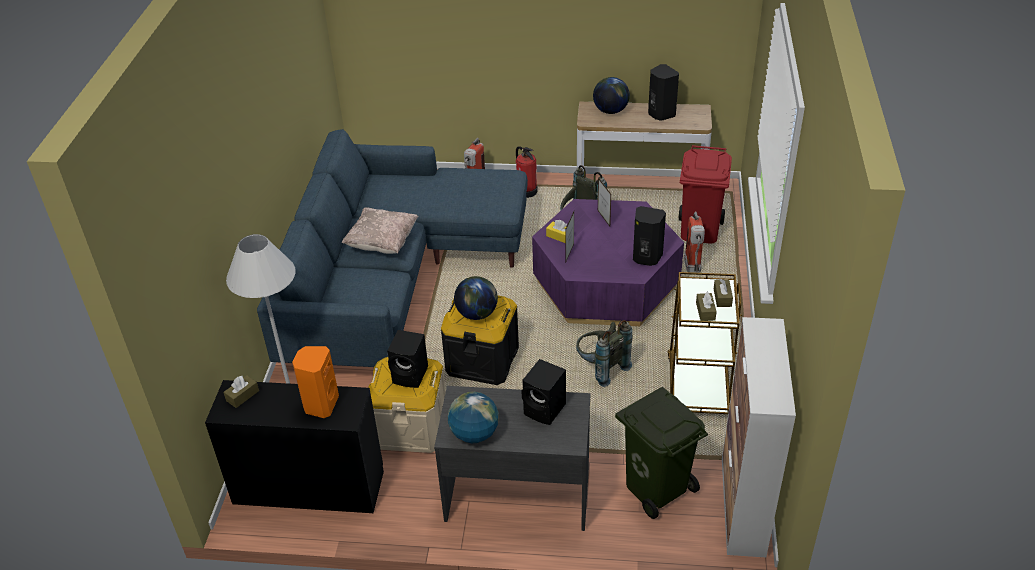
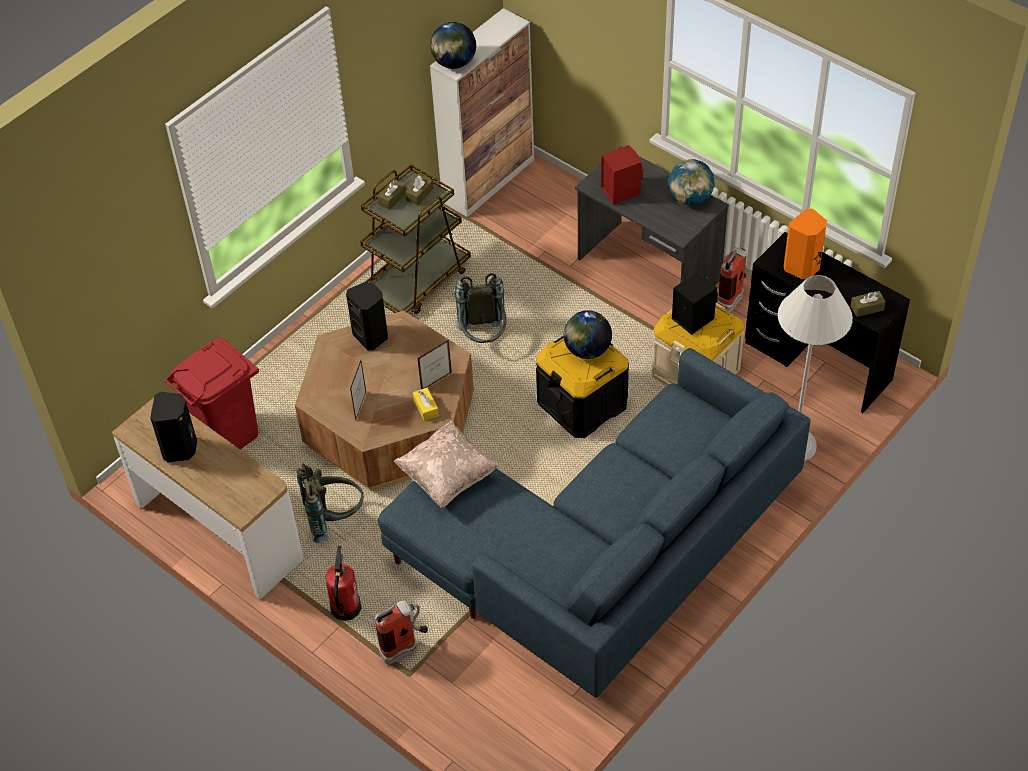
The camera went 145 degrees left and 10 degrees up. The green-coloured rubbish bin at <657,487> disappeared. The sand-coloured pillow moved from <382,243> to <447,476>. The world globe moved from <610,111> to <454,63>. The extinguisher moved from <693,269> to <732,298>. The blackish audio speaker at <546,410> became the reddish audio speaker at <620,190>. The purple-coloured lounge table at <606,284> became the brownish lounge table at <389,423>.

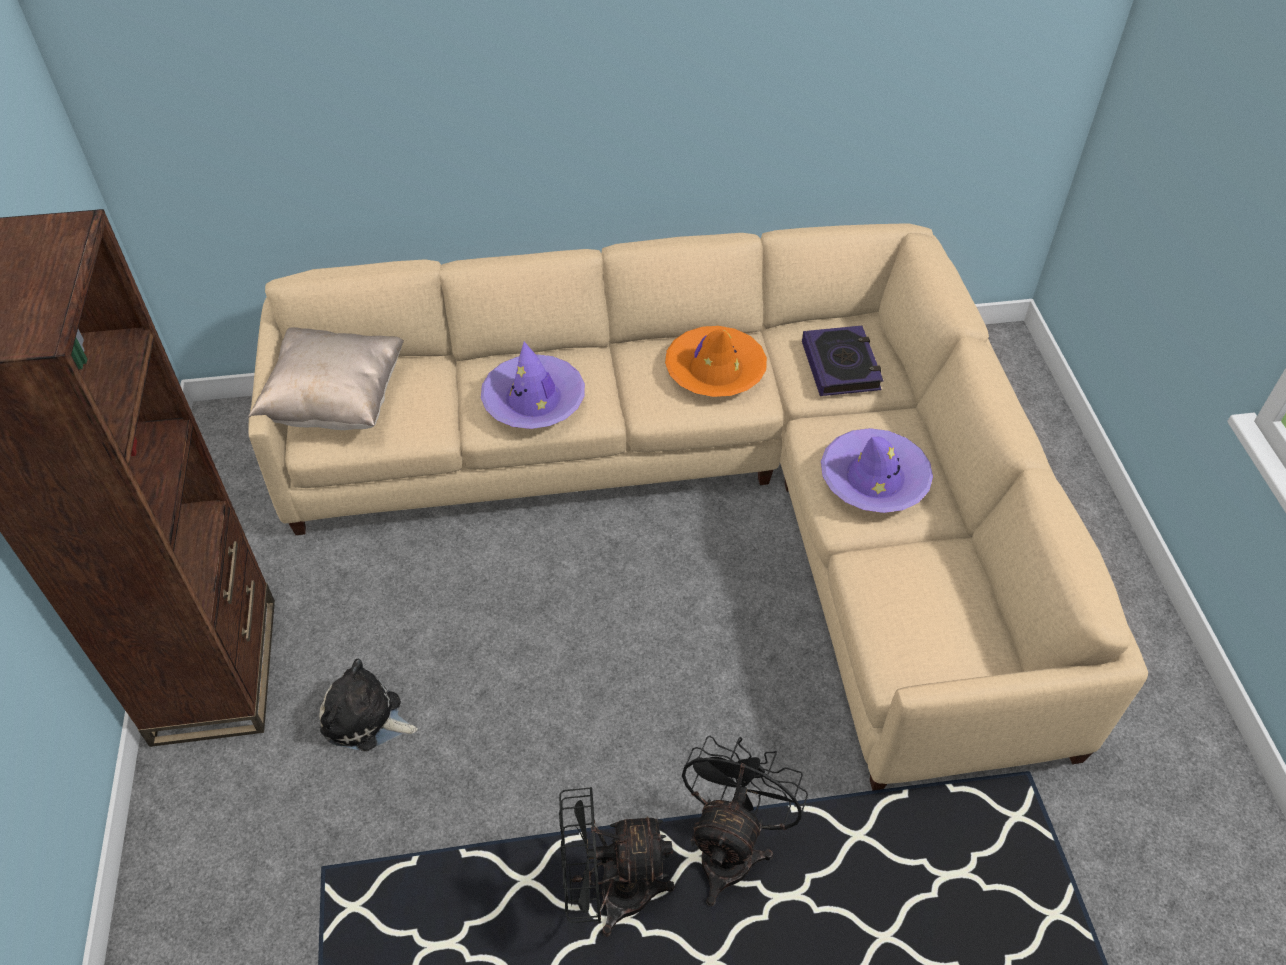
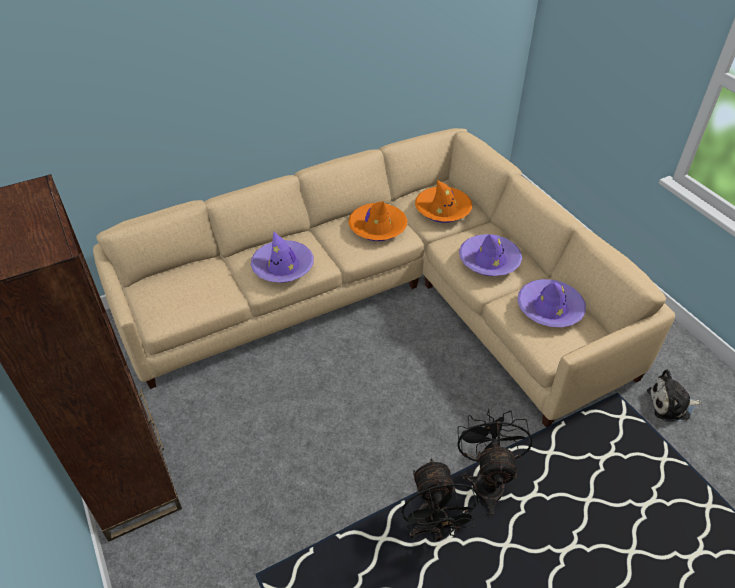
The camera went 20 degrees left and 5 degrees down. The sand-coloured pillow at <336,402> disappeared. The purple-coloured clothing hat at <549,309> appeared. The soft toy moved from <366,719> to <671,405>. The volume at <841,366> was replaced by the orangey clothing hat at <443,210>. The blackish fan at <610,893> turned 75 degrees counterclockwise.

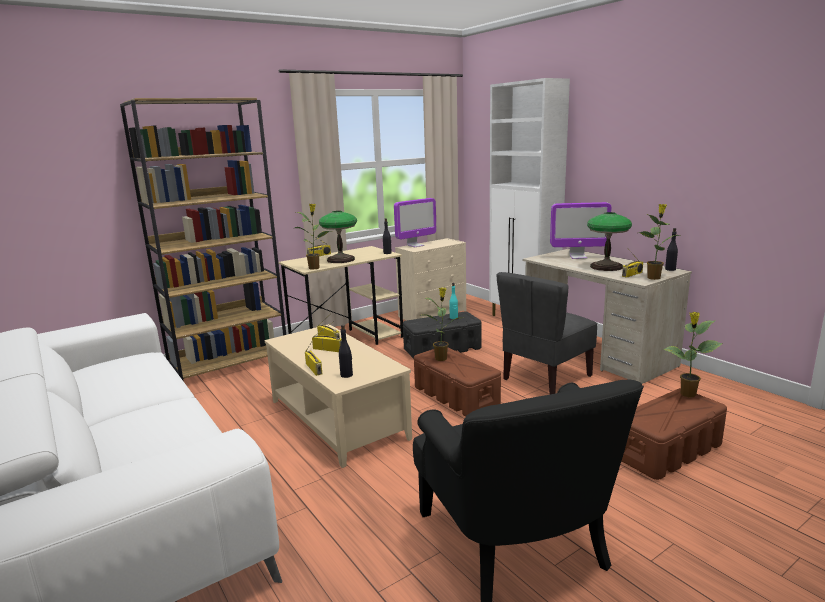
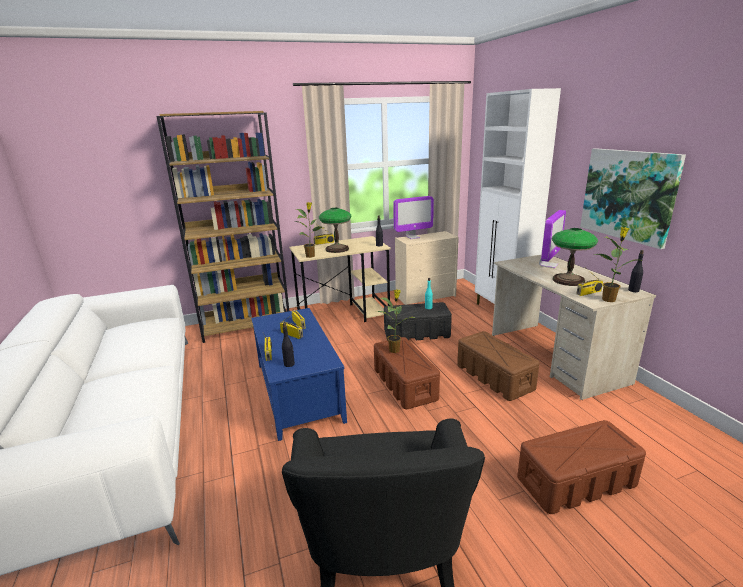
The camera went 15 degrees right and 5 degrees up. The houseplant at <687,394> disappeared. The picture at <628,195> appeared. The greyish plain chair at <545,377> was replaced by the brownish storage box at <494,377>. The sand-coloured lounge table at <336,419> became the blue lounge table at <297,391>. The monitor at <578,257> turned 75 degrees counterclockwise.

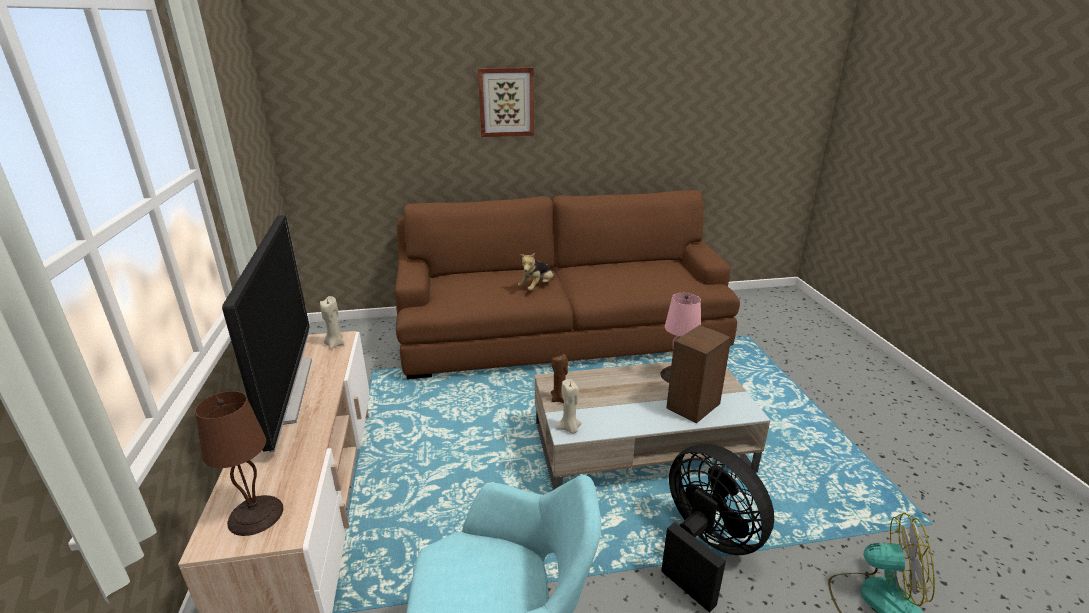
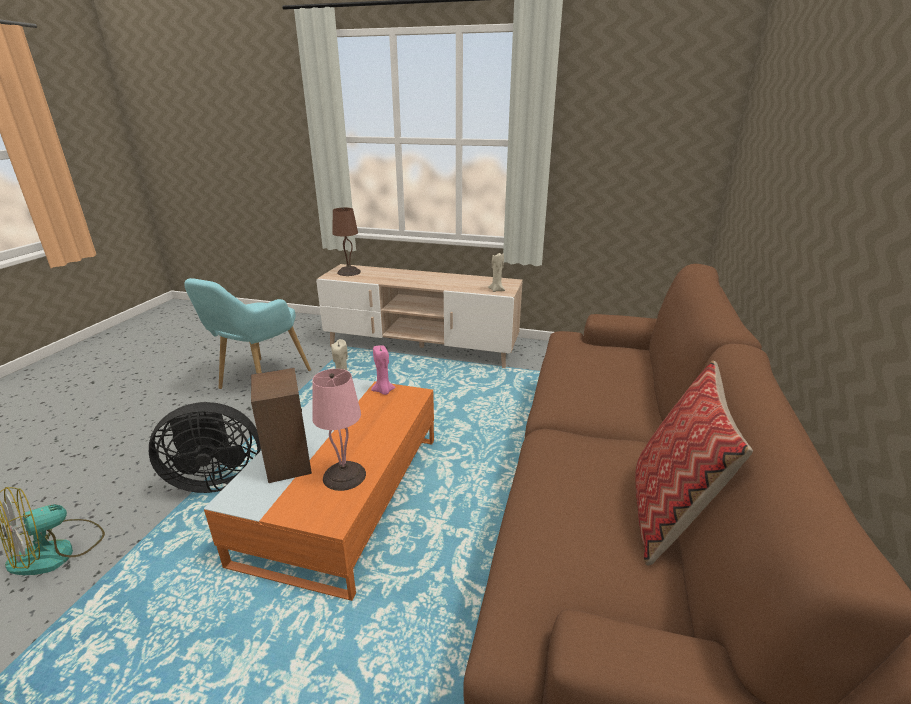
The camera went 115 degrees right and 0 degrees up. The television at <286,391> disappeared. The picture at <506,102> disappeared. The soft toy at <537,287> disappeared. The pillow at <667,513> appeared. The sand-coloured lounge table at <640,447> became the orangey lounge table at <345,495>. The brownish candle at <559,399> became the pink candle at <383,391>.

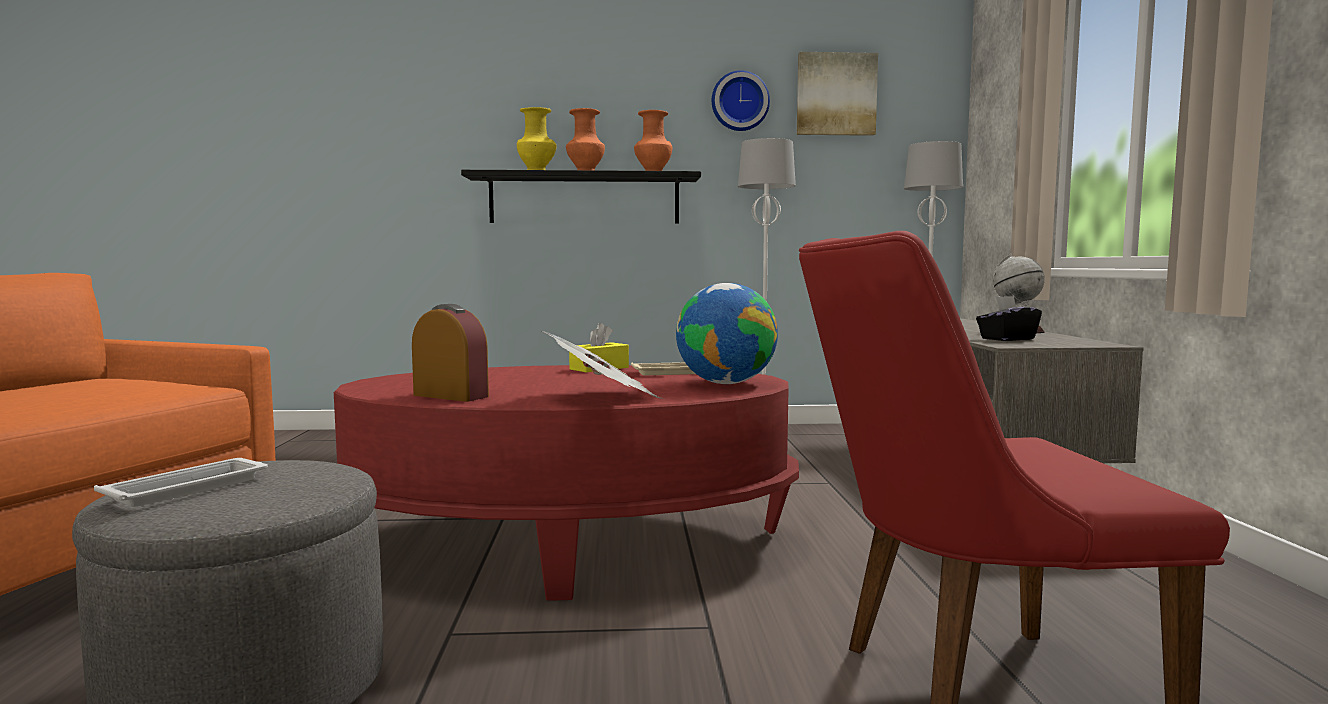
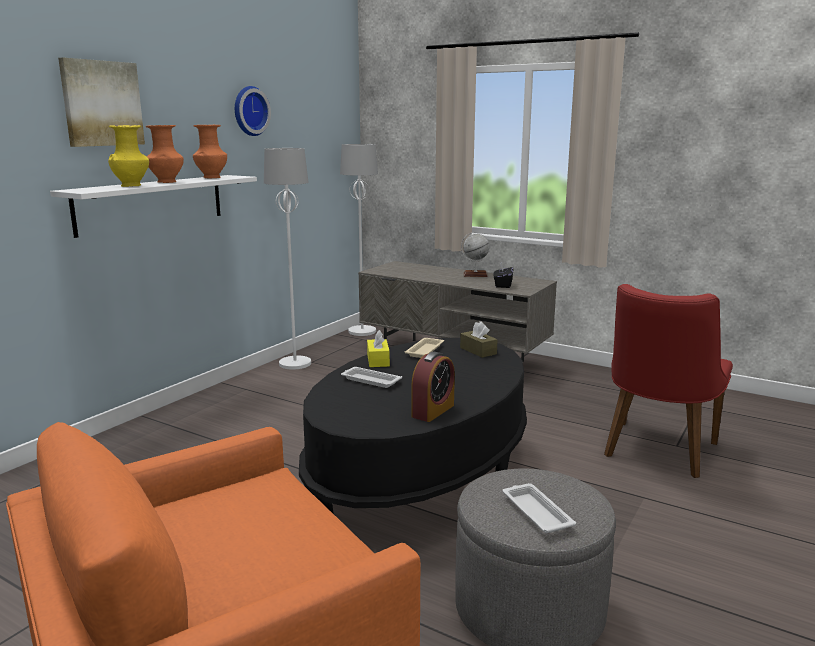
The camera went 55 degrees left and 10 degrees up. The printed paper at <604,397> disappeared. The white tray at <370,380> appeared. The picture moved from <836,94> to <101,103>. The world globe at <725,383> was replaced by the brownish tissue holder at <478,351>. The reddish lounge table at <569,543> became the blackish lounge table at <421,476>. The blackish wall shelf at <584,199> became the white wall shelf at <152,203>. The bedside clock at <451,396> turned 150 degrees clockwise.

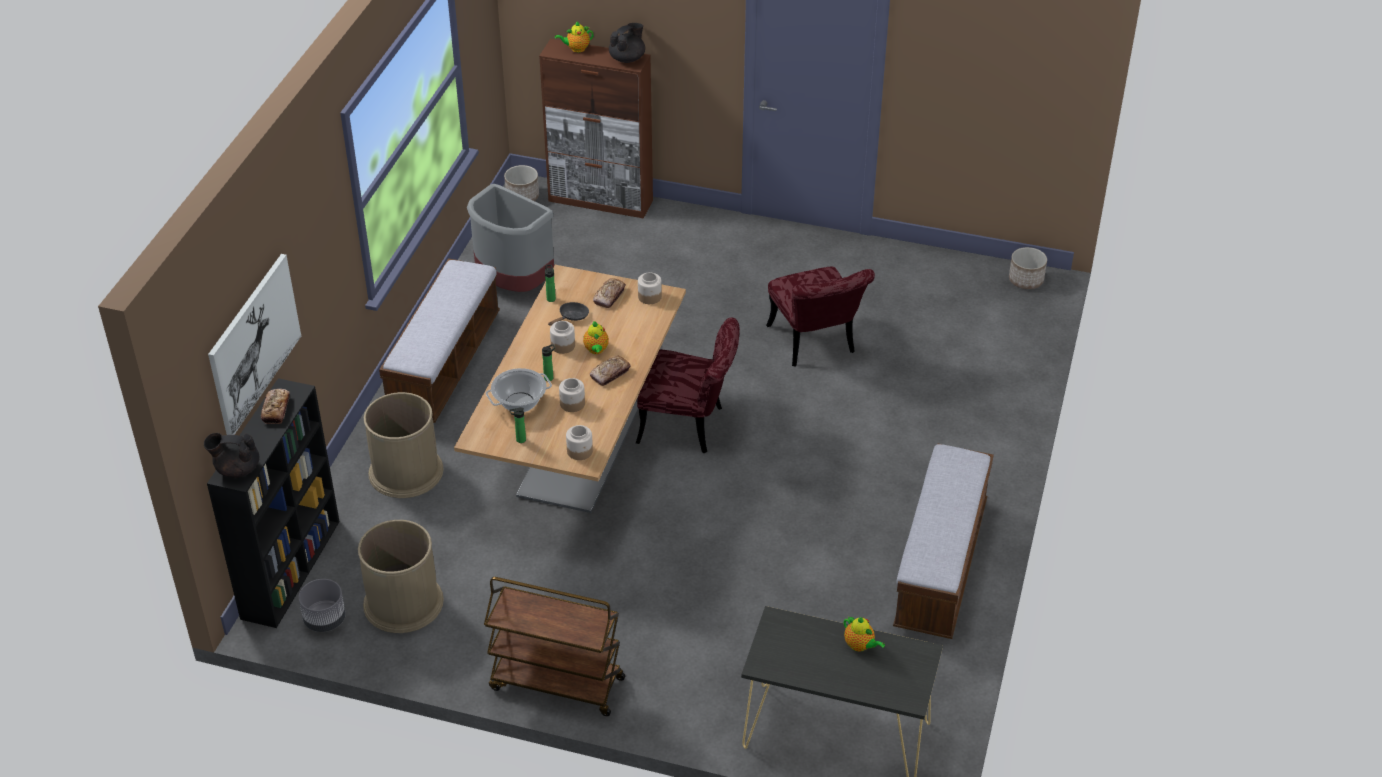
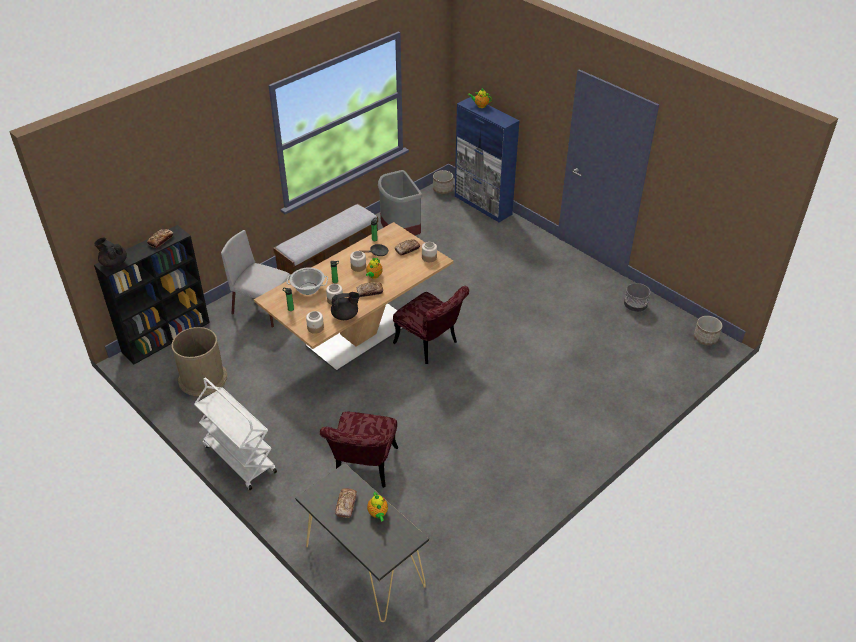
The camera went 30 degrees right and 0 degrees up. The picture at <254,344> disappeared. The bench at <940,565> disappeared. The baked bread at <346,505> appeared. The greyish flower pot moved from <325,619> to <635,306>. The blackish tea pot moved from <627,58> to <345,316>. The reddish plain chair moved from <815,345> to <364,469>. The brownish rubbish bin at <405,471> was replaced by the greyish plain chair at <263,310>. The brownish cart at <556,684> became the white cart at <239,458>. The brownish cupboard at <601,201> became the blue cupboard at <483,205>.

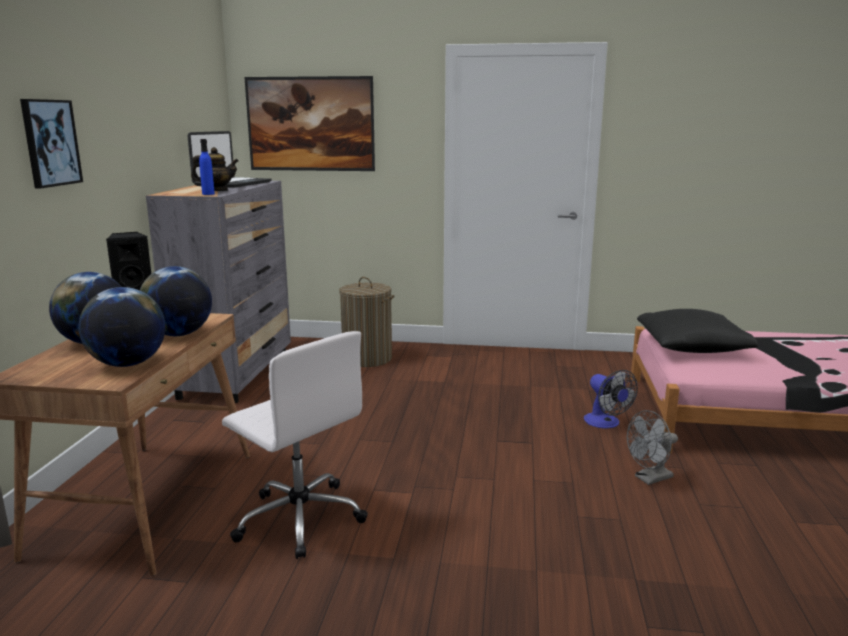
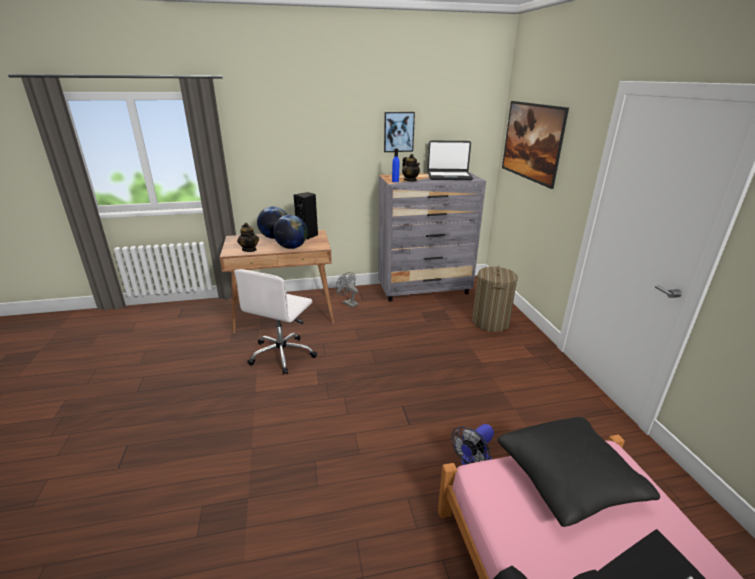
The camera went 70 degrees right and 10 degrees up. The picture moved from <50,143> to <398,132>. The greyish fan moved from <649,479> to <348,303>. The world globe at <128,364> was replaced by the tea pot at <249,249>.

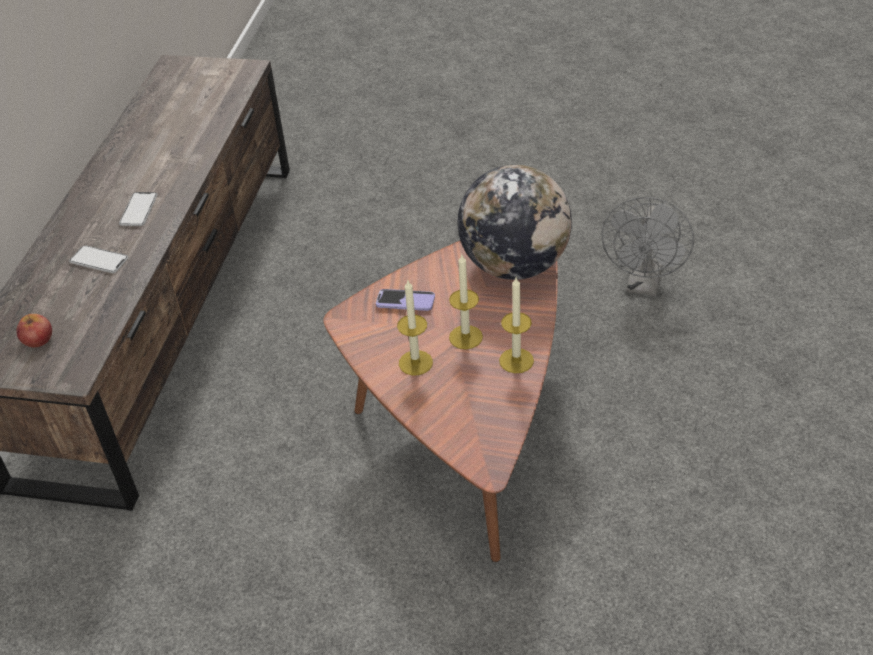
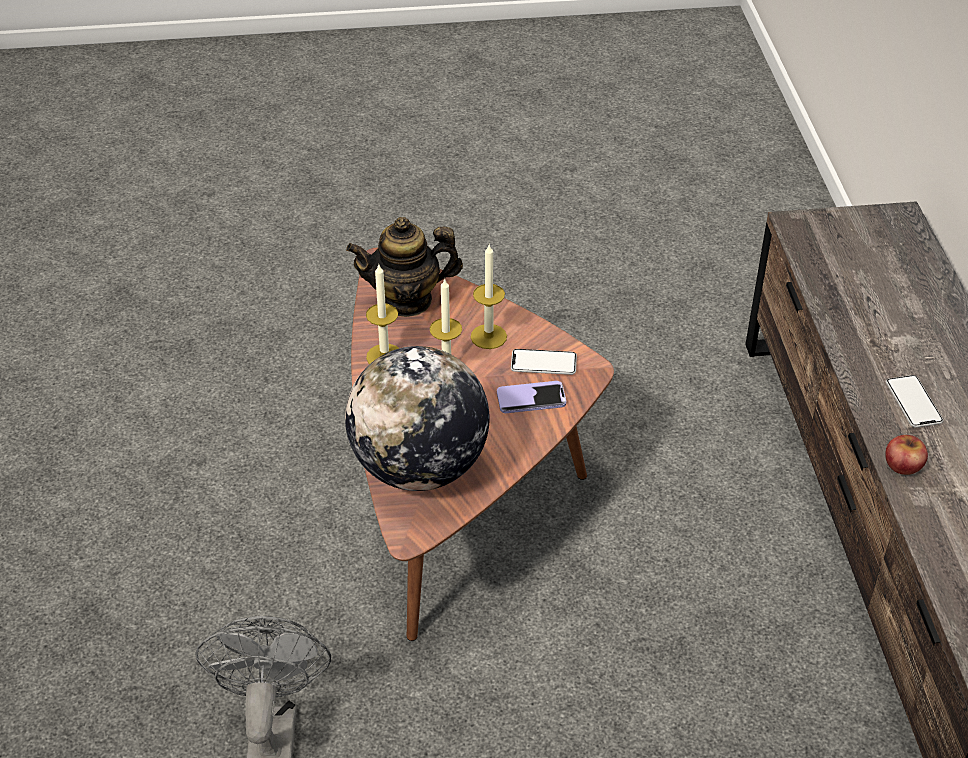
The camera went 160 degrees right and 0 degrees up. The tea pot at <406,300> appeared. The apple moved from <38,339> to <903,464>. The phone moved from <99,260> to <543,363>.

